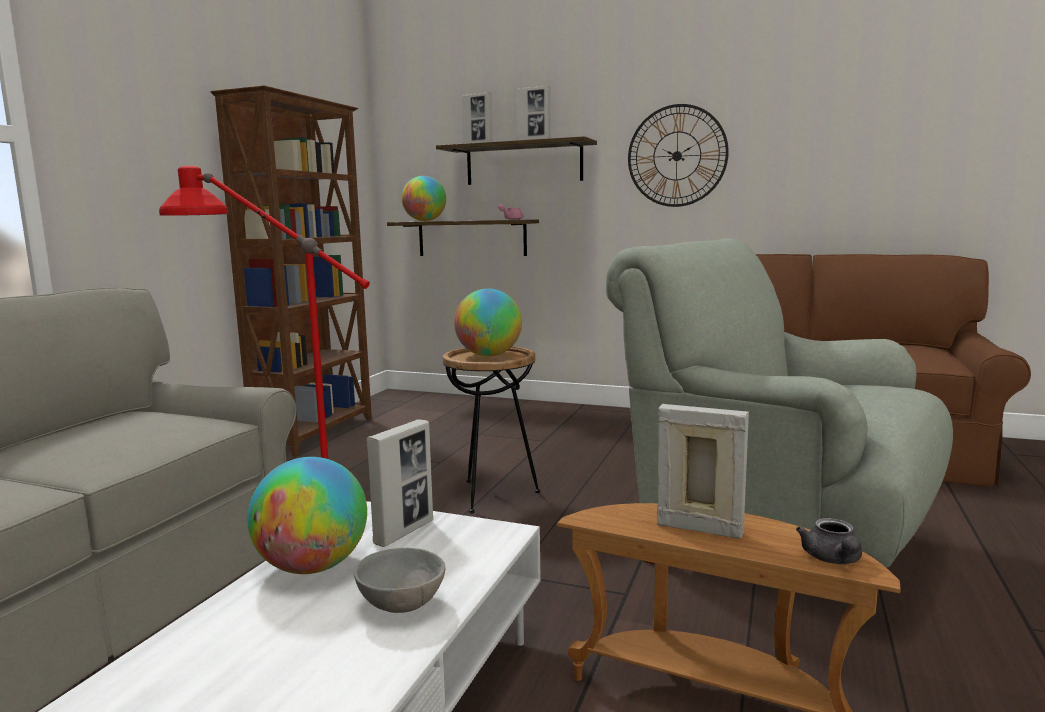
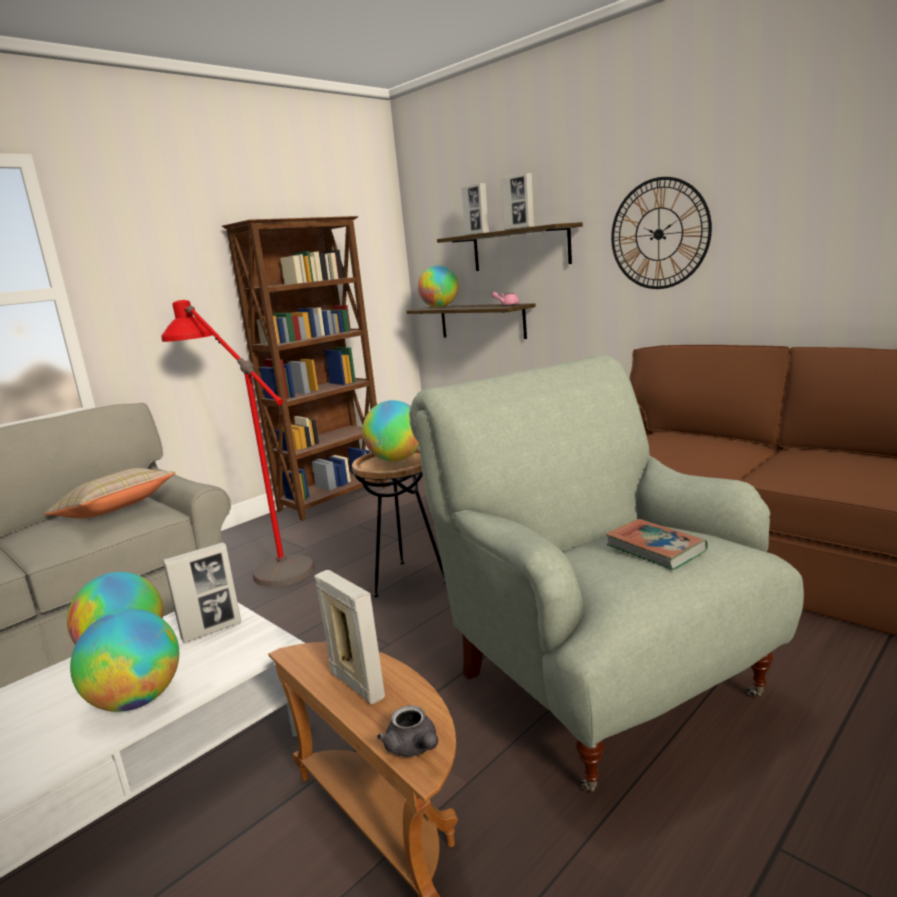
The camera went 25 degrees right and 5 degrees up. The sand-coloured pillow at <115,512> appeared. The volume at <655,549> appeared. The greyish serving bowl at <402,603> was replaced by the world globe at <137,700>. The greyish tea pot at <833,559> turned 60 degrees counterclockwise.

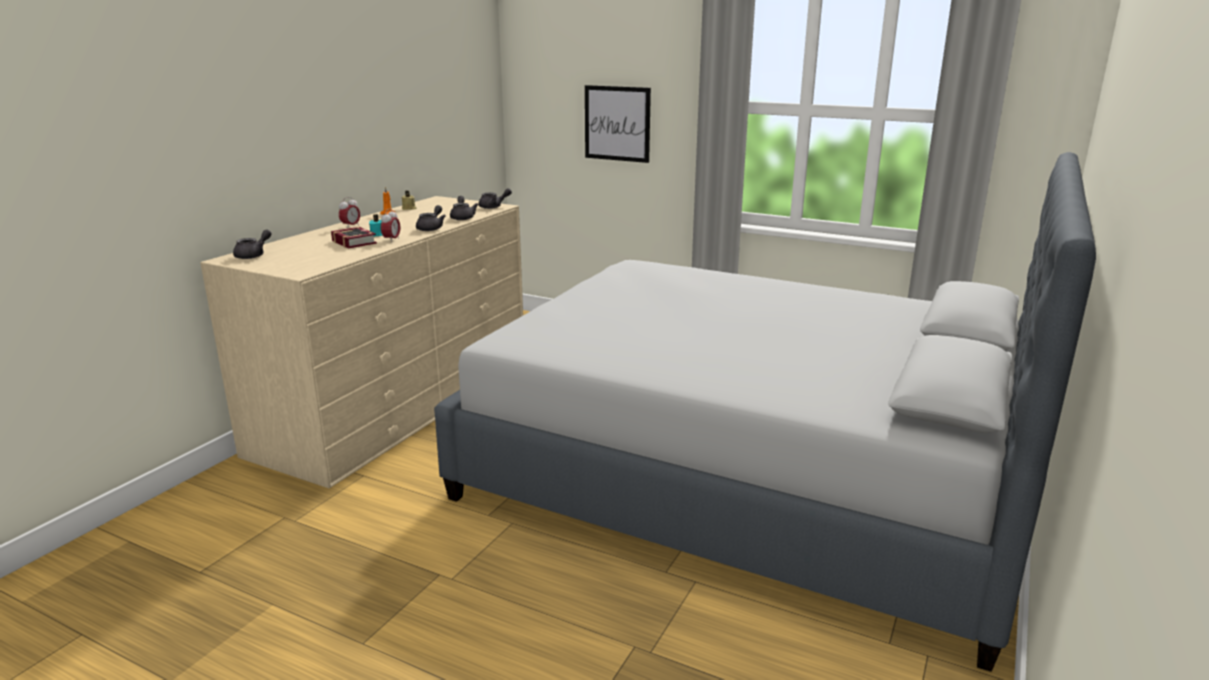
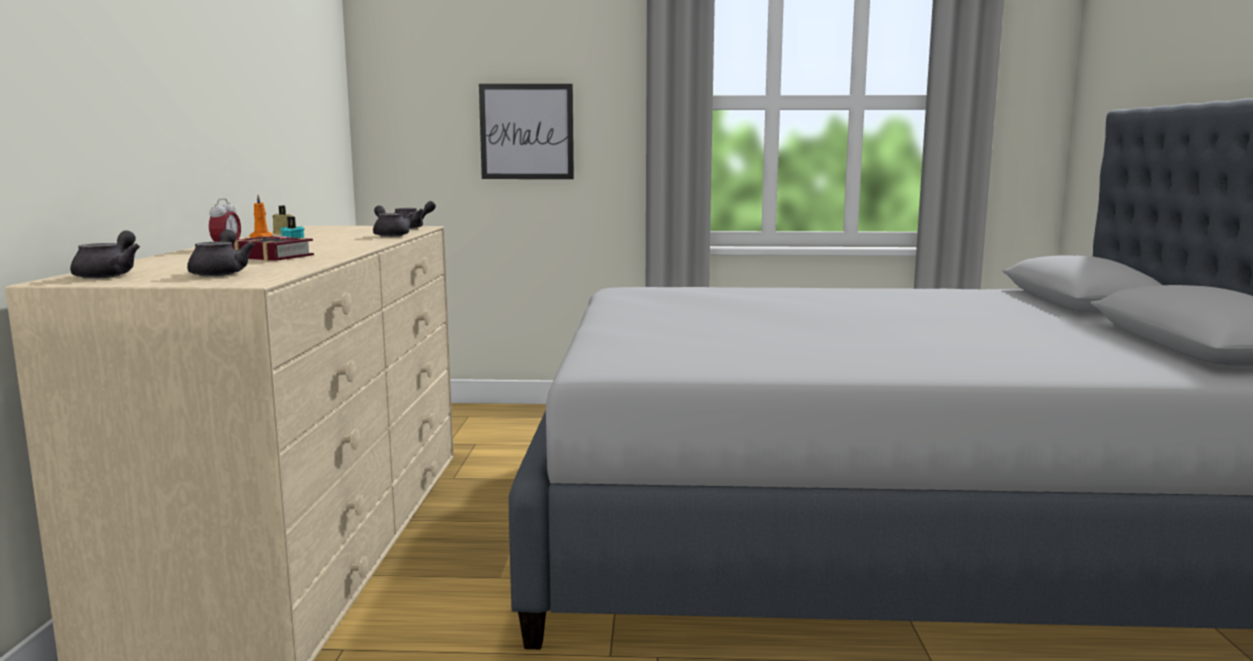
The camera went 25 degrees left and 10 degrees down. The bedside clock at <391,240> disappeared. The greyish tea pot moved from <431,228> to <221,273>.

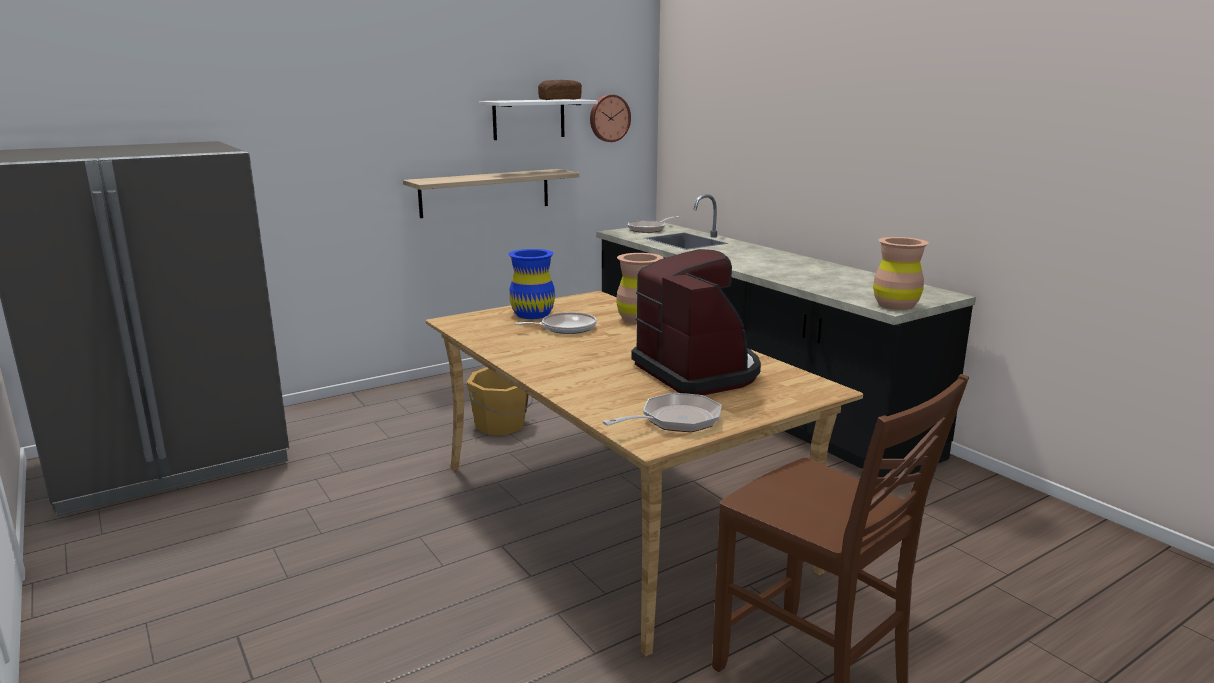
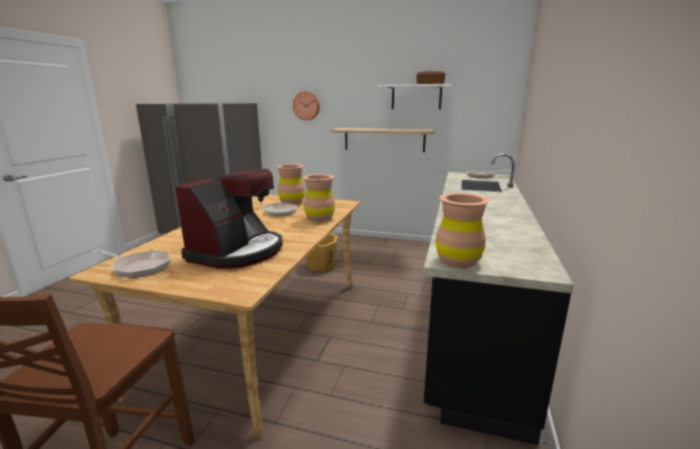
The camera went 50 degrees right and 0 degrees up. The clock on the wall moved from <609,118> to <306,106>. The blue decorative vase at <532,314> became the brownish decorative vase at <292,202>.

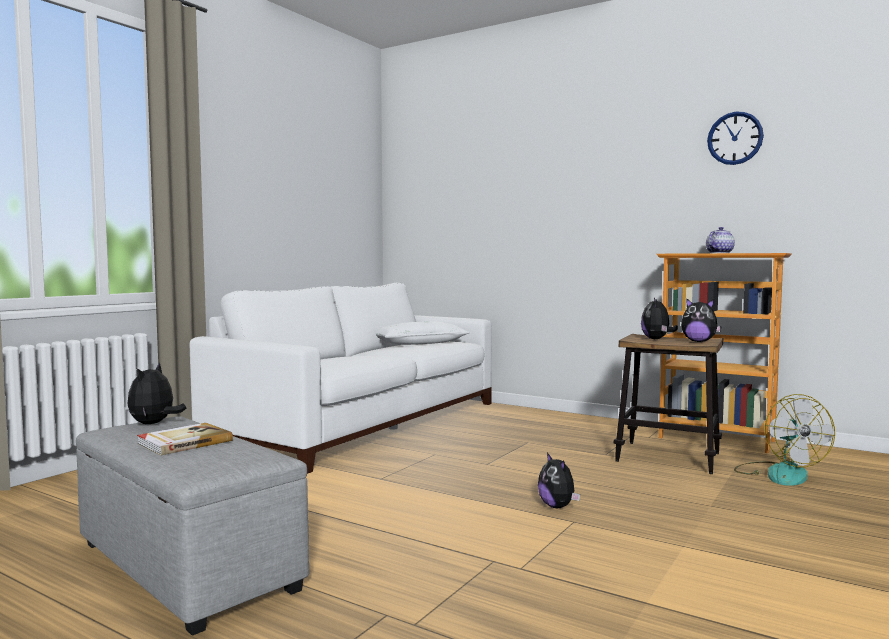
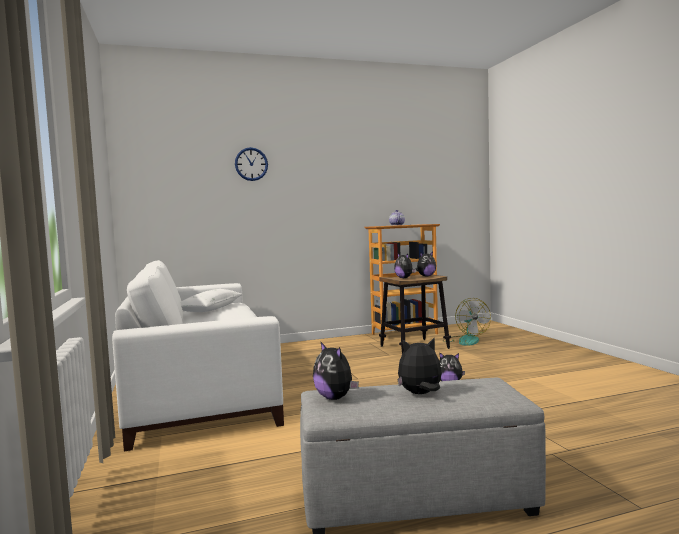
The camera went 50 degrees left and 0 degrees up. The clock on the wall moved from <735,138> to <251,164>. The volume at <184,442> was replaced by the soft toy at <420,394>. The fan at <779,473> turned 45 degrees clockwise.

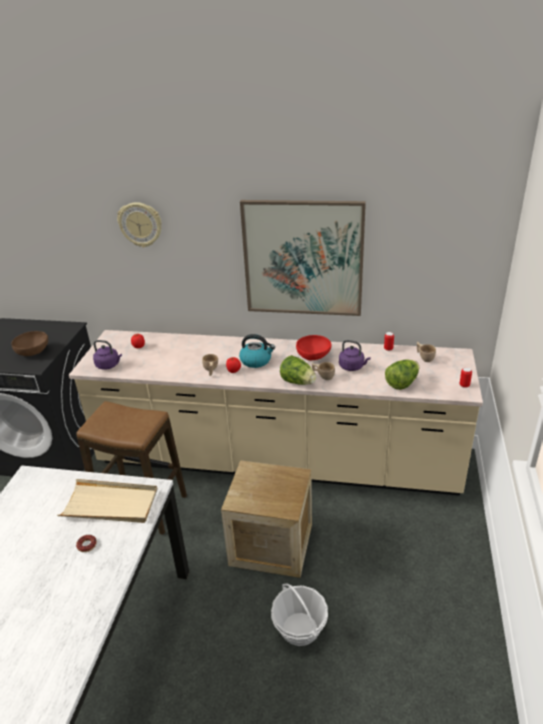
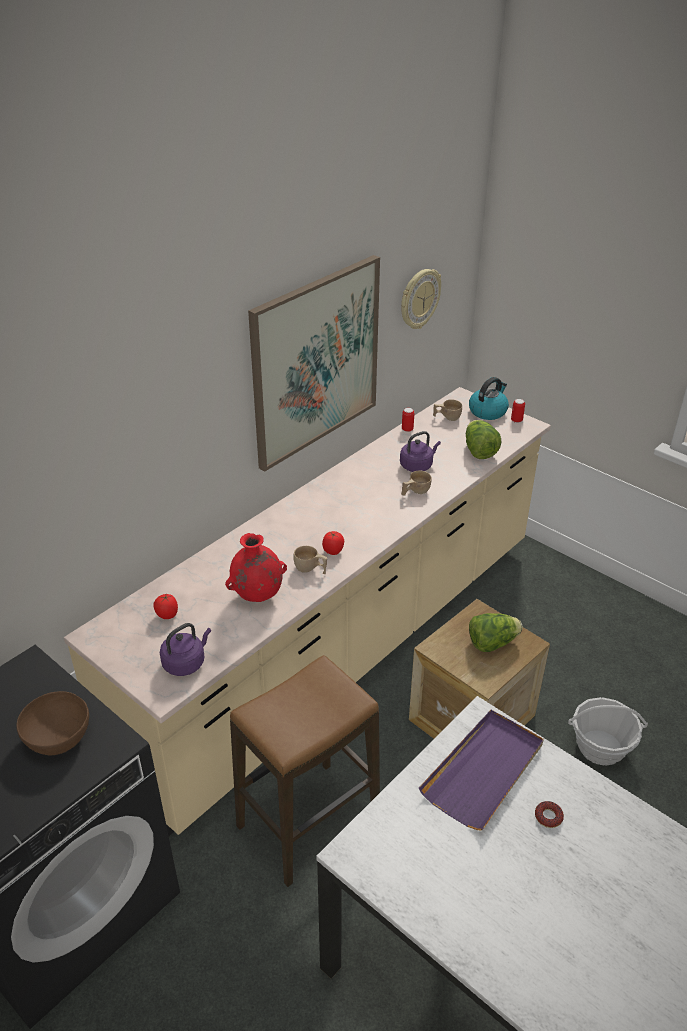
The camera went 60 degrees left and 5 degrees up. The reddish serving bowl at <314,356> disappeared. The reddish decorative vase at <257,596> appeared. The clock on the wall moved from <140,224> to <419,299>. The tea kettle moved from <256,361> to <488,411>. The head of lettuce moved from <298,382> to <492,643>. The sand-coloured tray at <110,504> became the purple-coloured tray at <484,771>.

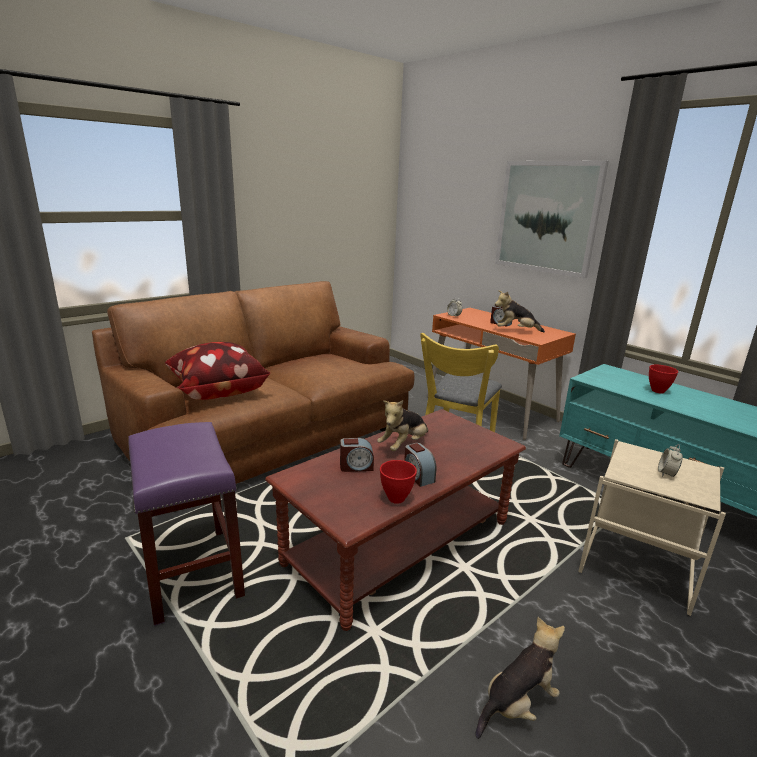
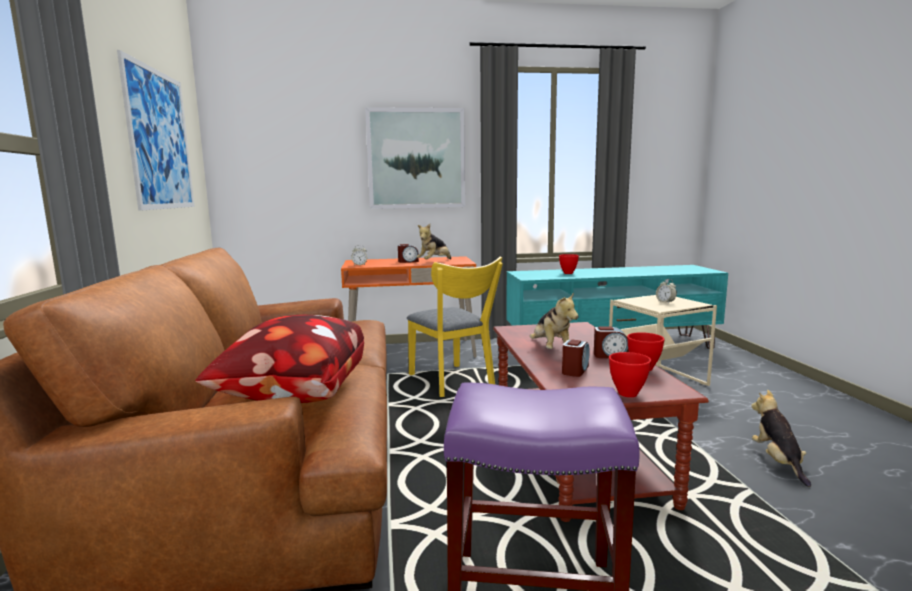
The camera went 55 degrees left and 10 degrees down. The picture at <160,140> appeared. The reddish serving bowl at <626,393> appeared.

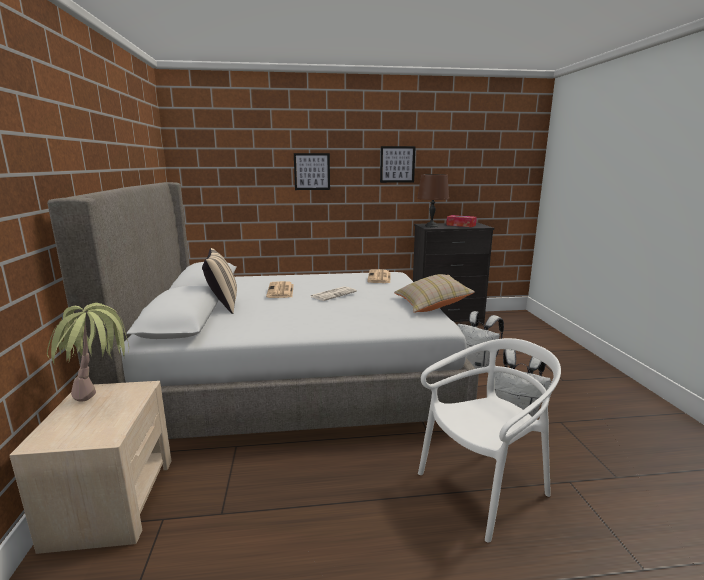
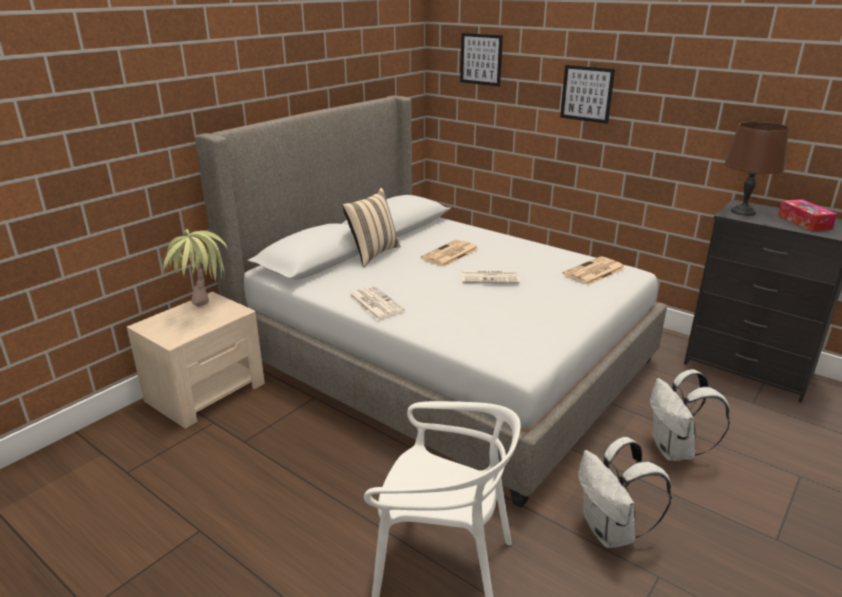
The camera went 45 degrees right and 10 degrees up. The sand-coloured pillow at <431,305> disappeared. The printed paper at <374,303> appeared. The picture moved from <397,164> to <481,59>.

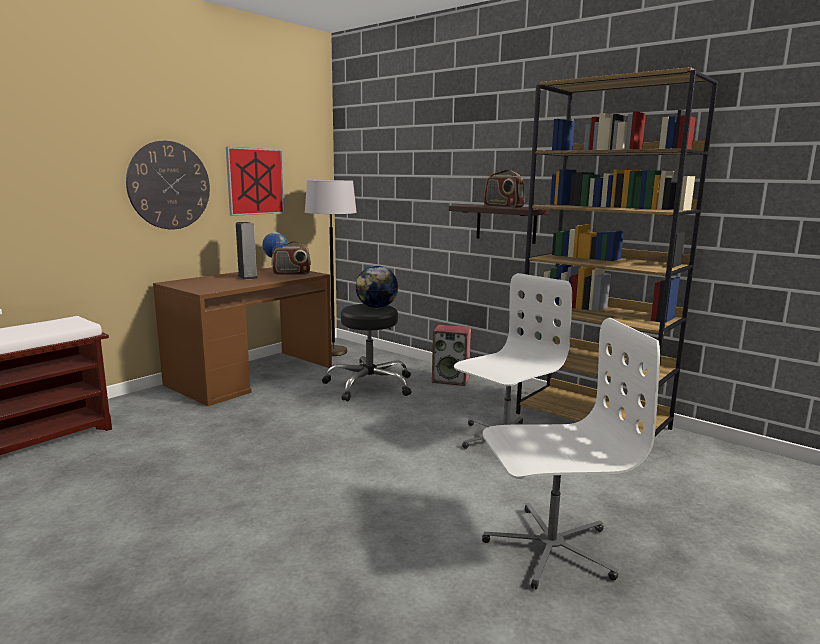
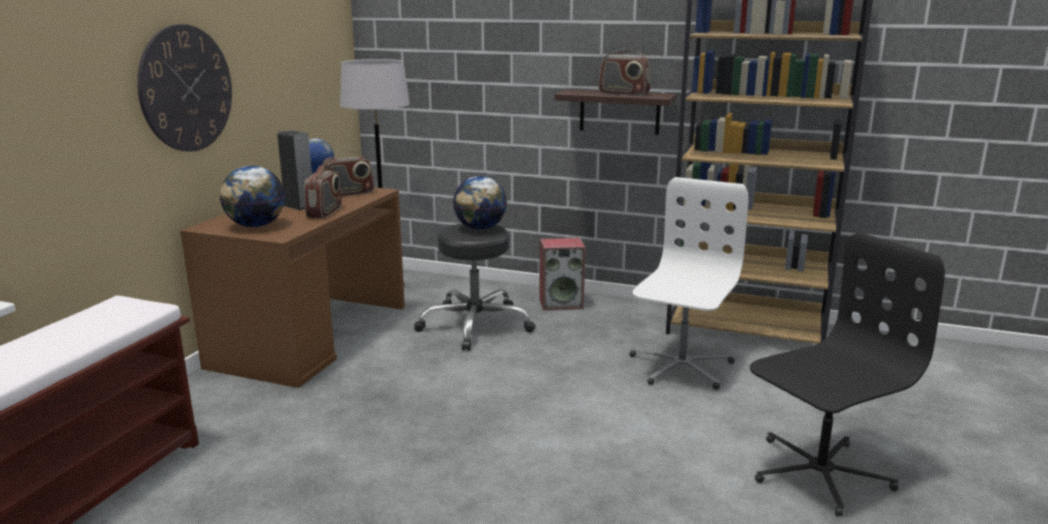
The camera went 20 degrees left and 5 degrees up. The picture at <255,181> disappeared. The world globe at <255,226> appeared. The radio receiver at <325,212> appeared. The white computer chair at <550,547> became the blackish computer chair at <818,473>.

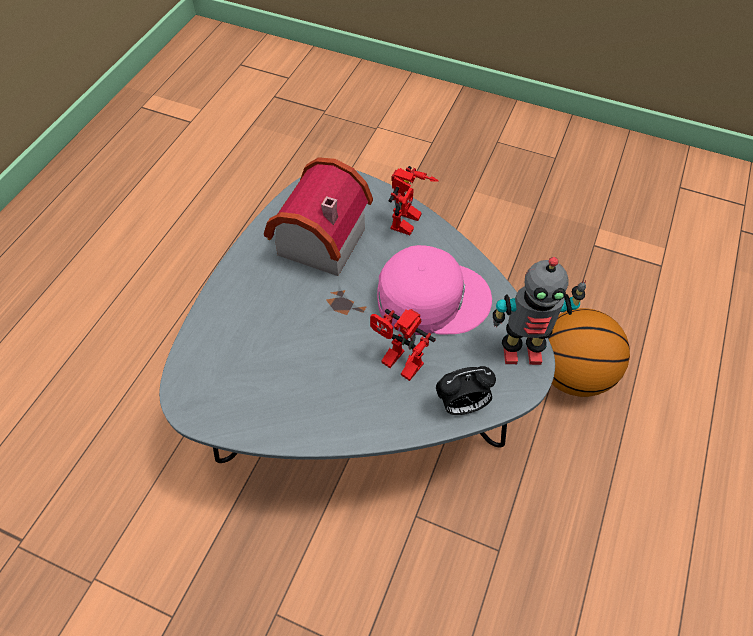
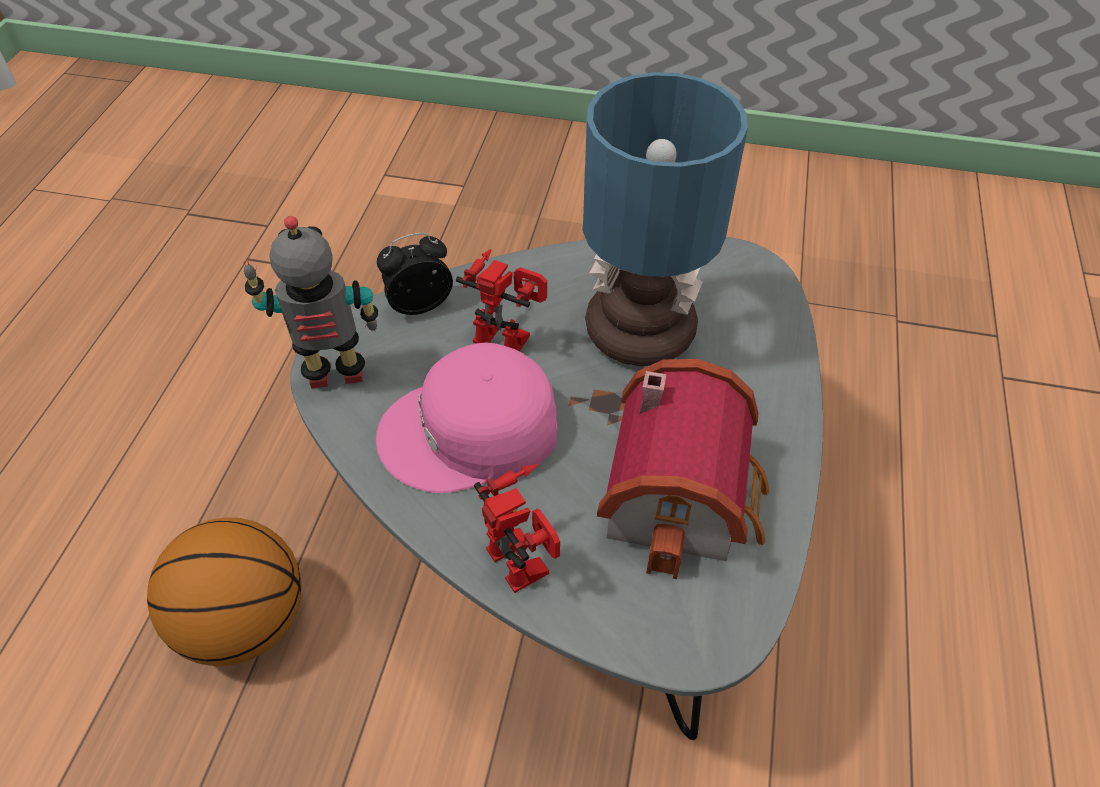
The camera went 170 degrees right and 5 degrees down. The lamp for a table at <644,330> appeared. The robot figure at <409,225> turned 135 degrees clockwise.

